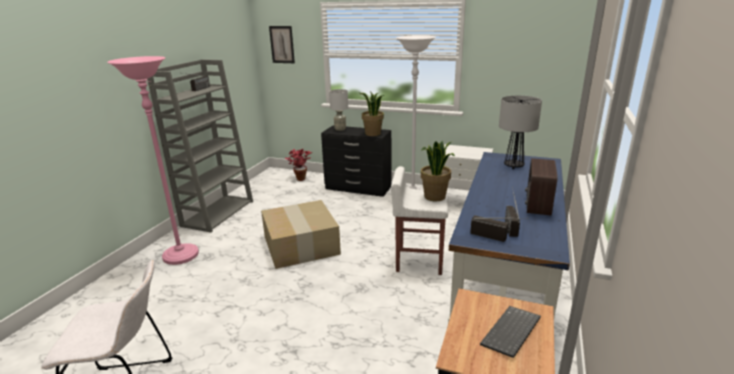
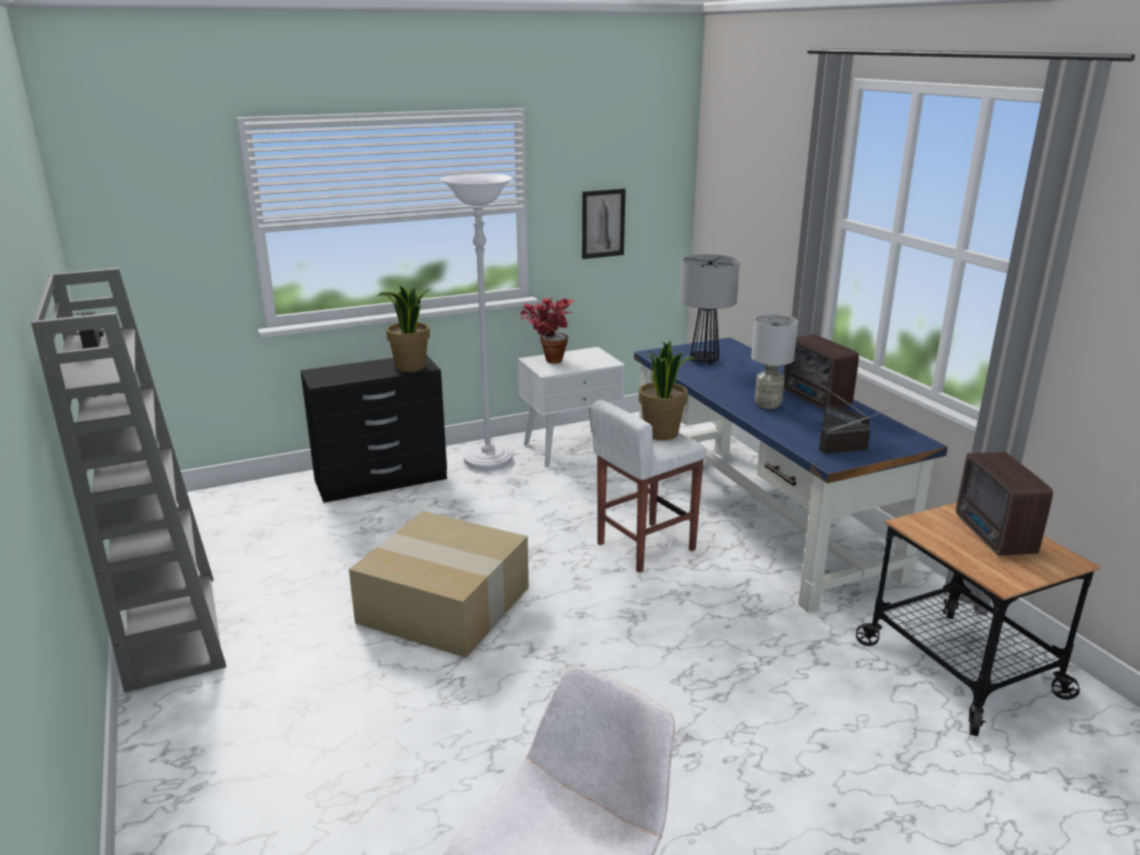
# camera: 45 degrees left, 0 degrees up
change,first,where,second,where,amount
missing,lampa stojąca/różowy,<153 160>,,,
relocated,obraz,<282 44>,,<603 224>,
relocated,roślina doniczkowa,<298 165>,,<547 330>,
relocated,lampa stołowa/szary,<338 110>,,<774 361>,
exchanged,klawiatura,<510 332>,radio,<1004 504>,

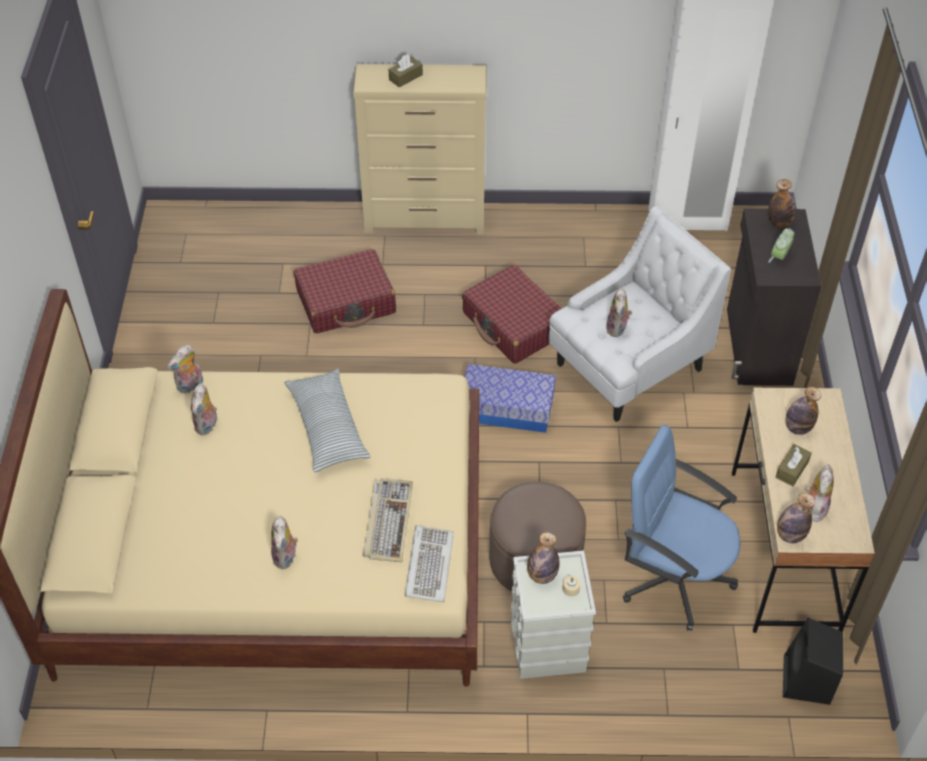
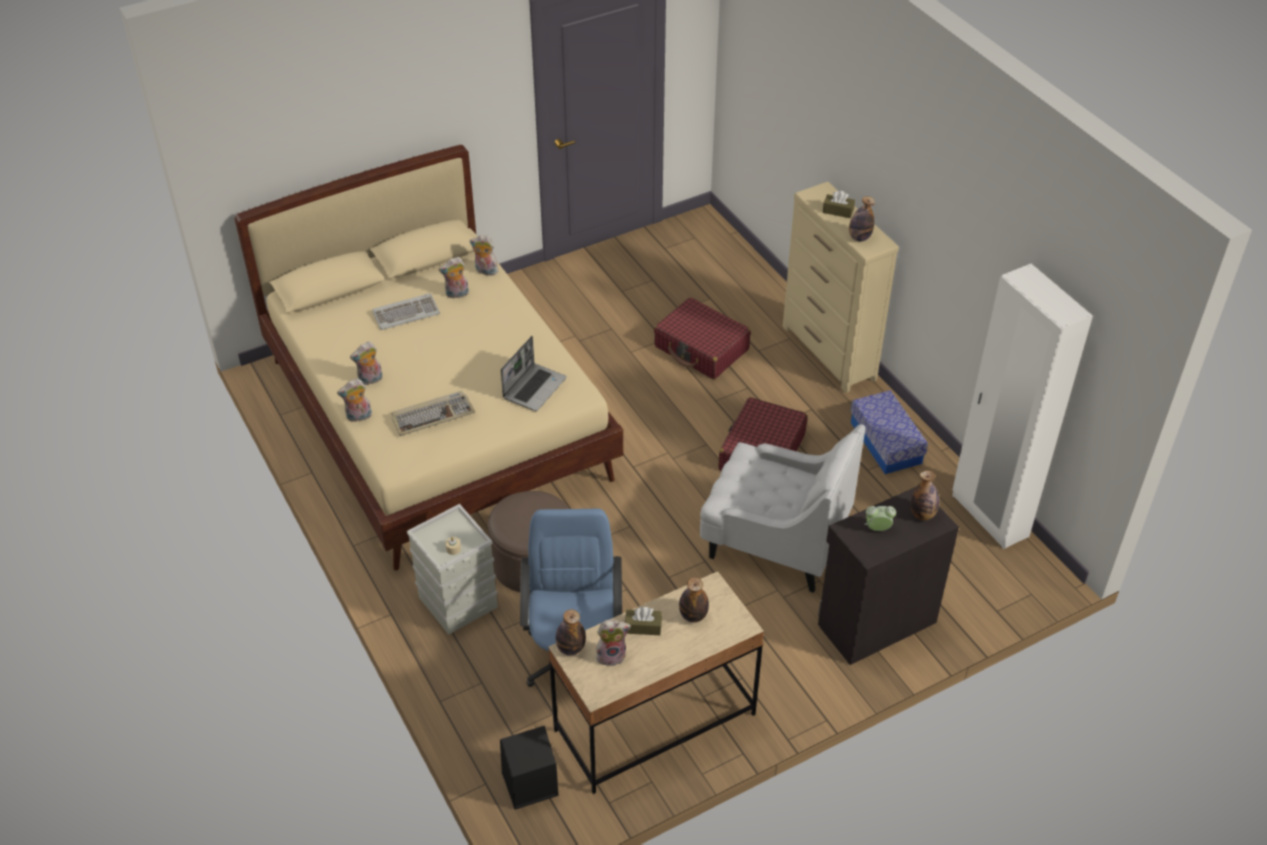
# camera: 60 degrees right, 5 degrees down
change,first,where,second,where,amount
missing,poduszka,<327 420>,,,
appeared,,,laptop,<534 373>,
relocated,klawiatura,<429 563>,,<406 311>,
relocated,pojemnik do przechowywania,<510 398>,,<889 432>,
relocated,butelka,<543 558>,,<862 218>,
relocated,pluszak,<619 312>,,<354 400>,

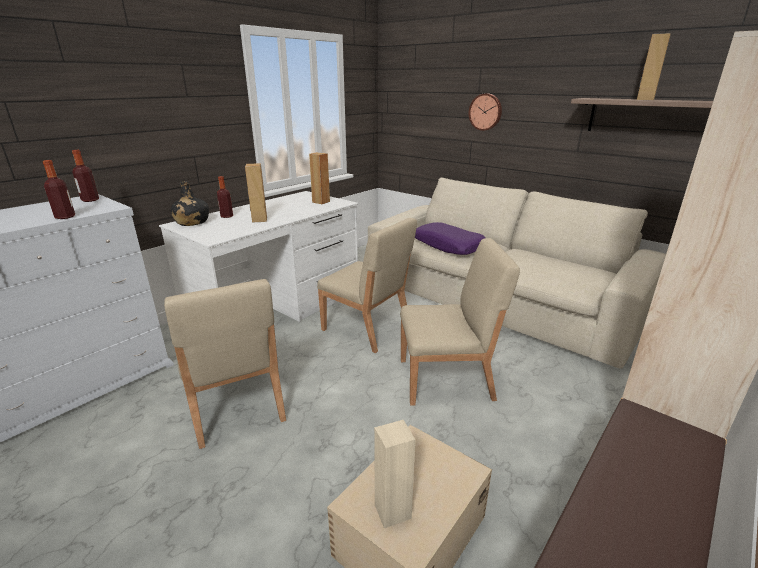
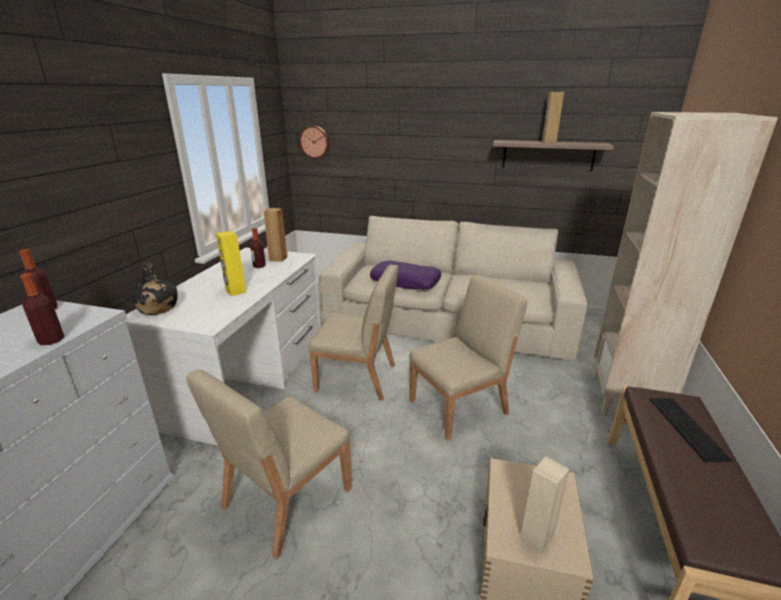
# camera: 25 degrees left, 0 degrees up
change,first,where,second,where,amount
appeared,,,klawiatura,<691 430>,
relocated,butelka,<225 197>,,<258 248>,
relocated,zegar ścienny,<485 112>,,<314 142>,
colour,głośnik/brązowy,<256 193>,głośnik/żółty,<231 263>,
spun,krzesło/beżowy,<225 364>,,<268 464>,90 degrees clockwise

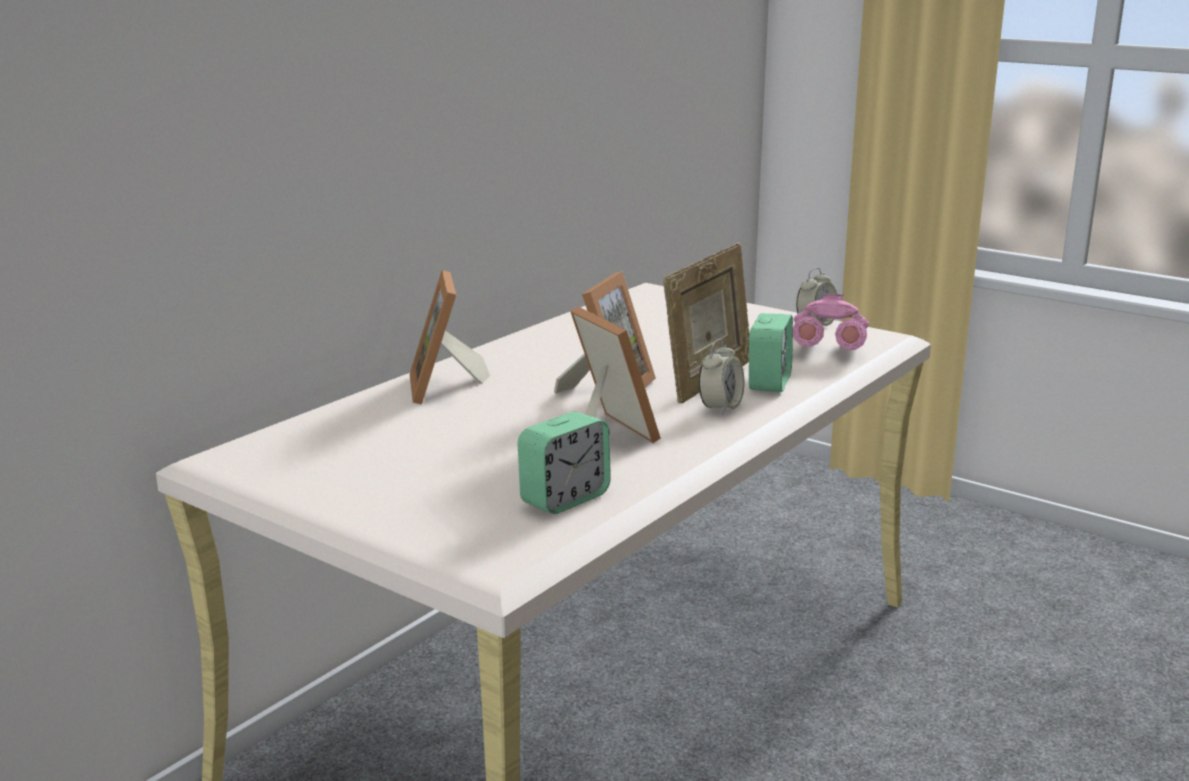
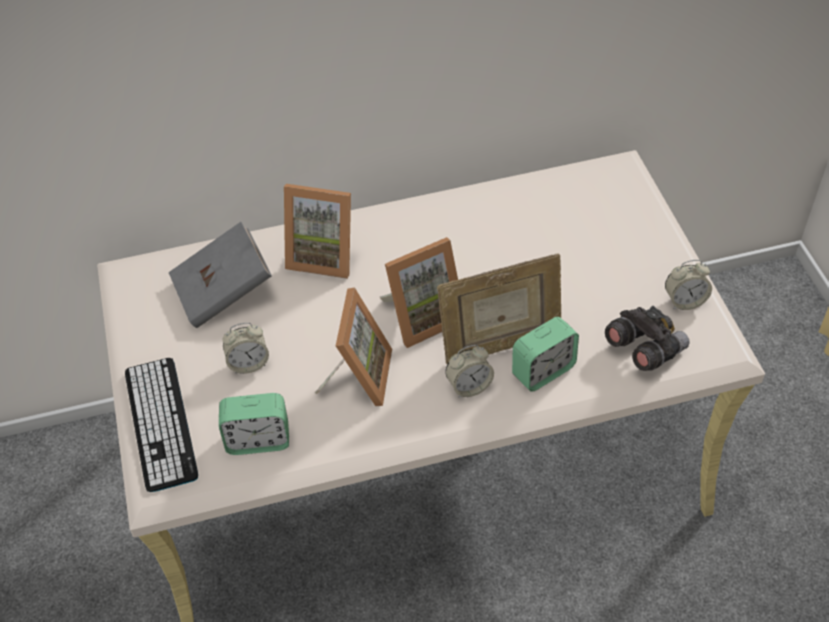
# camera: 40 degrees right, 30 degrees up
change,first,where,second,where,amount
appeared,,,klawiatura,<161 425>,
appeared,,,książka/szary,<220 275>,
appeared,,,budzik,<246 348>,
colour,lornetka/różowy,<831 321>,lornetka/szary,<647 338>,
spun,ramka na zdjęcie,<449 337>,,<317 231>,105 degrees counterclockwise

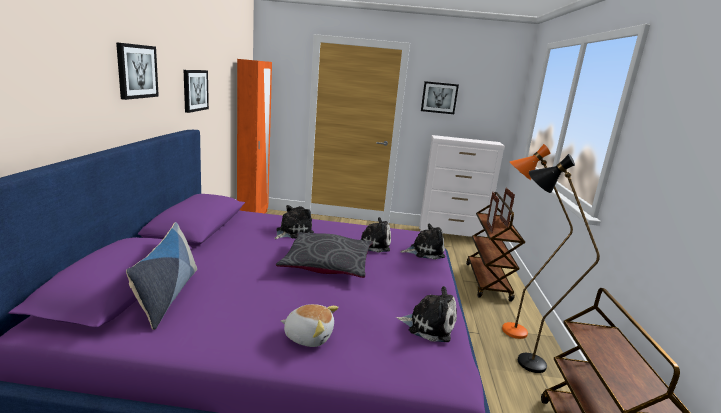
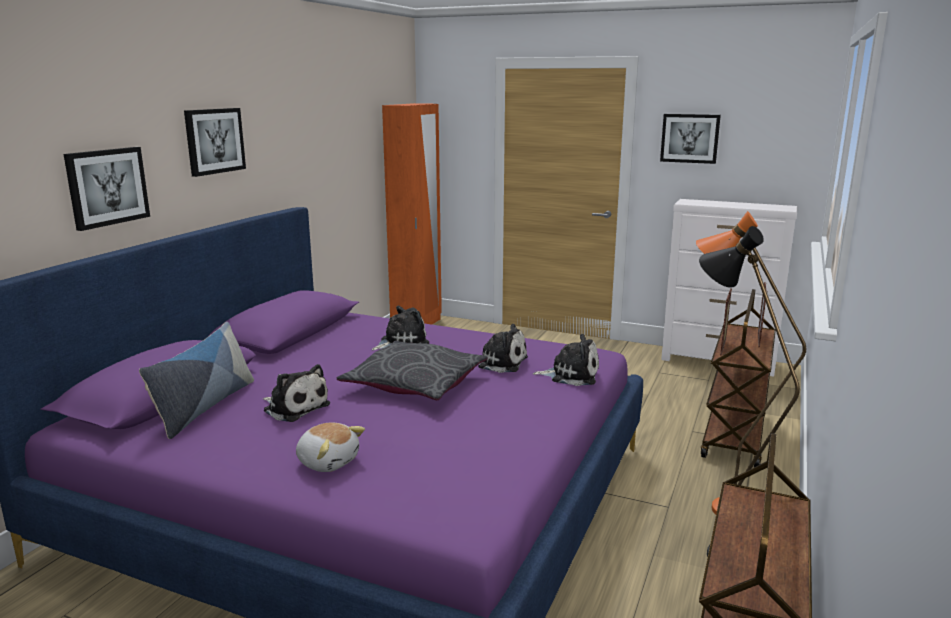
# camera: 20 degrees right, 0 degrees up
change,first,where,second,where,amount
relocated,obraz,<196 91>,,<107 189>,
relocated,pluszak,<426 314>,,<296 393>,

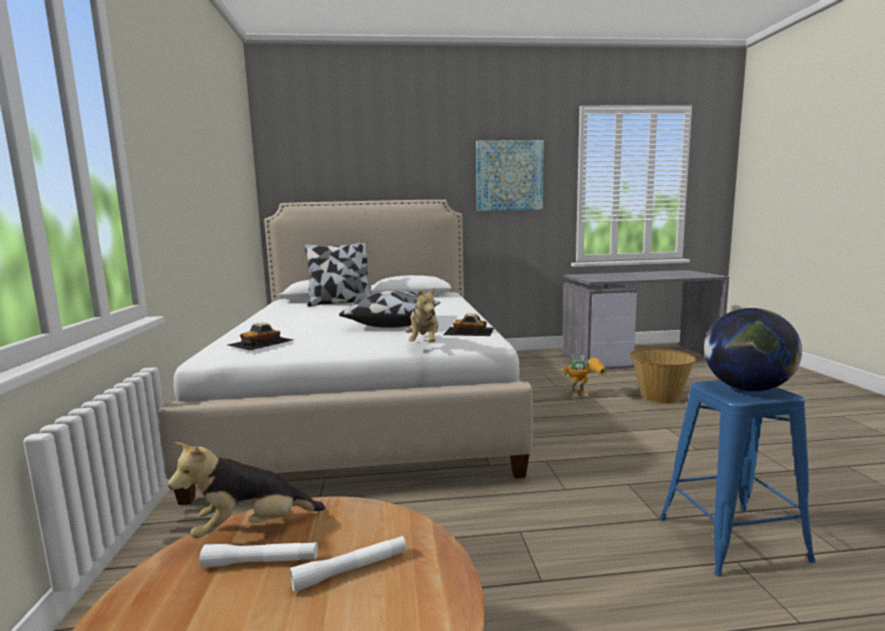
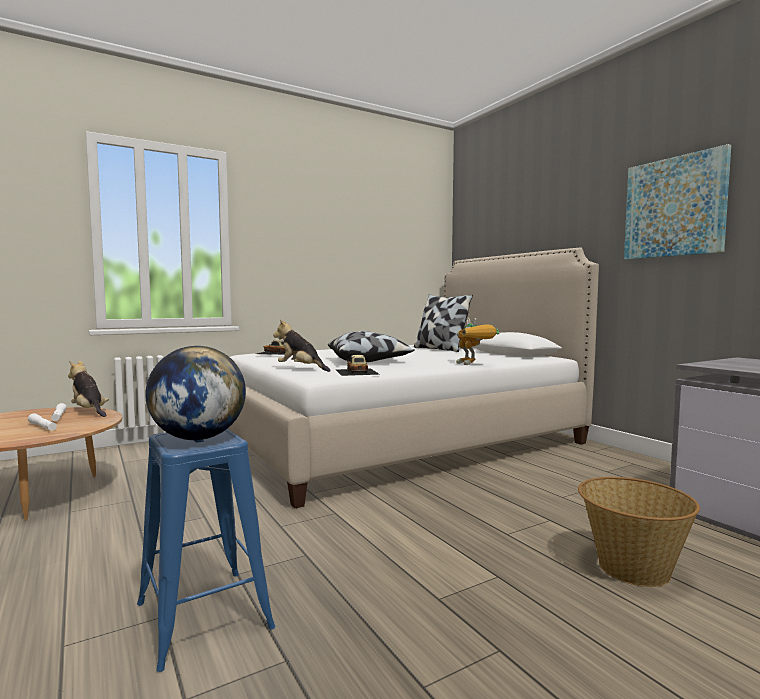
# camera: 65 degrees right, 5 degrees down
change,first,where,second,where,amount
relocated,robot zabawkowy,<584 376>,,<478 341>,
spun,pluszak,<422 314>,,<302 345>,60 degrees clockwise

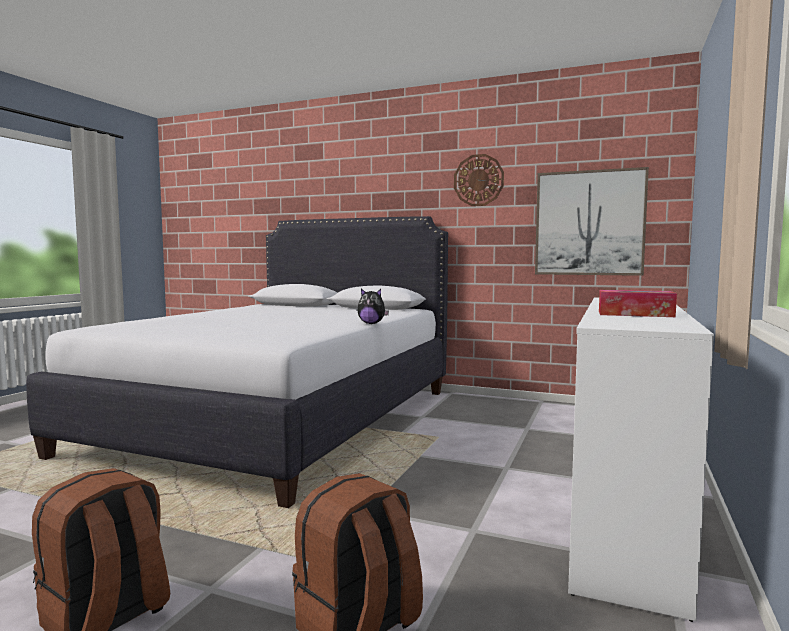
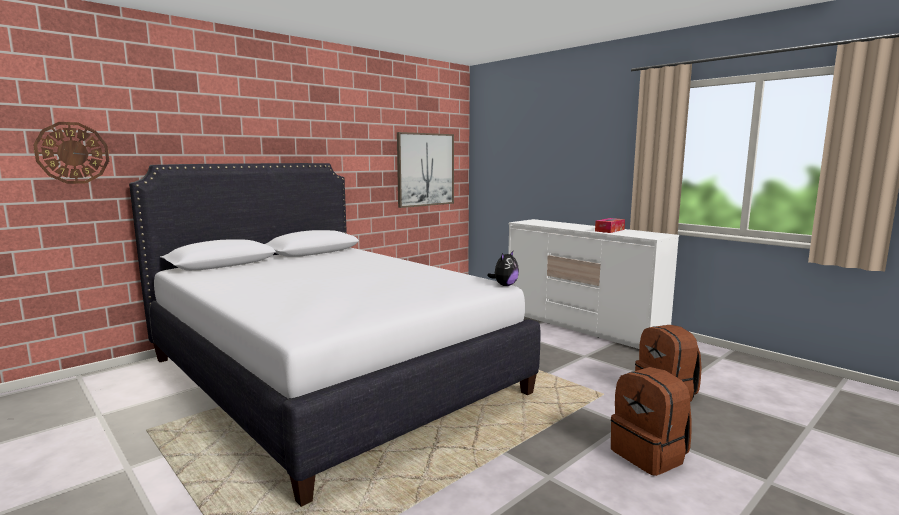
# camera: 65 degrees left, 5 degrees up
change,first,where,second,where,amount
relocated,pluszak,<373 306>,,<503 268>,
relocated,zegar ścienny,<479 180>,,<71 153>,

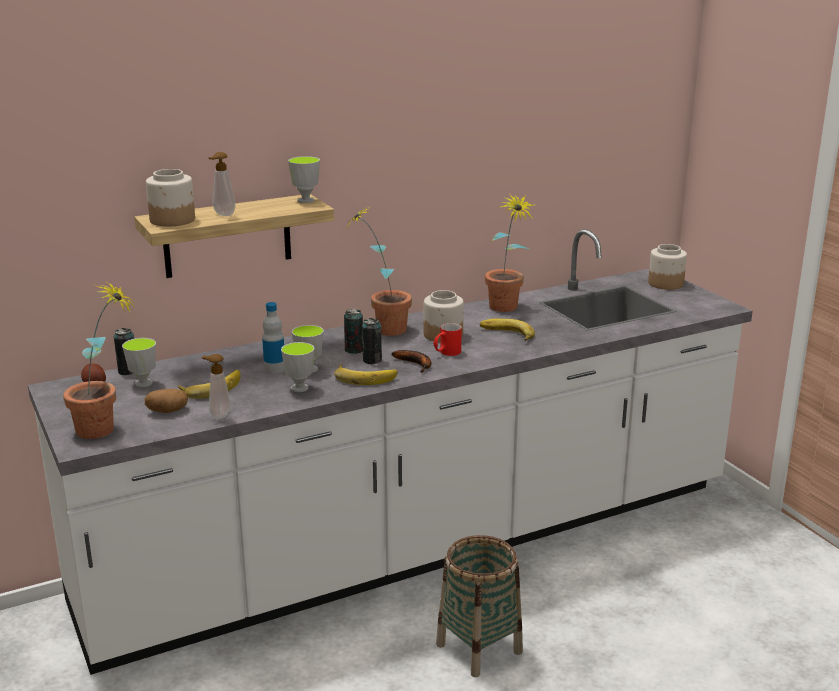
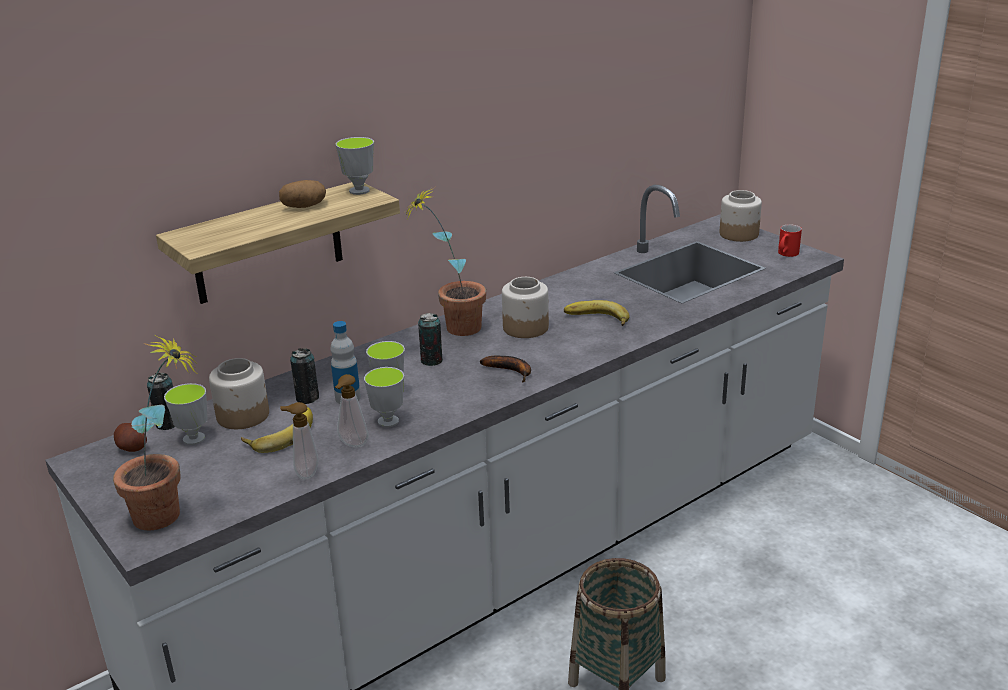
# camera: 10 degrees left, 5 degrees up
change,first,where,second,where,amount
missing,banan,<366 374>,,,
missing,roślina doniczkowa,<511 252>,,,
relocated,ziemniak,<166 401>,,<302 194>,
relocated,słoik,<170 197>,,<239 393>,
relocated,dozownik mydła,<222 184>,,<352 411>,
relocated,puszka,<372 341>,,<304 376>,
relocated,kubek/czerwony,<447 339>,,<790 240>,

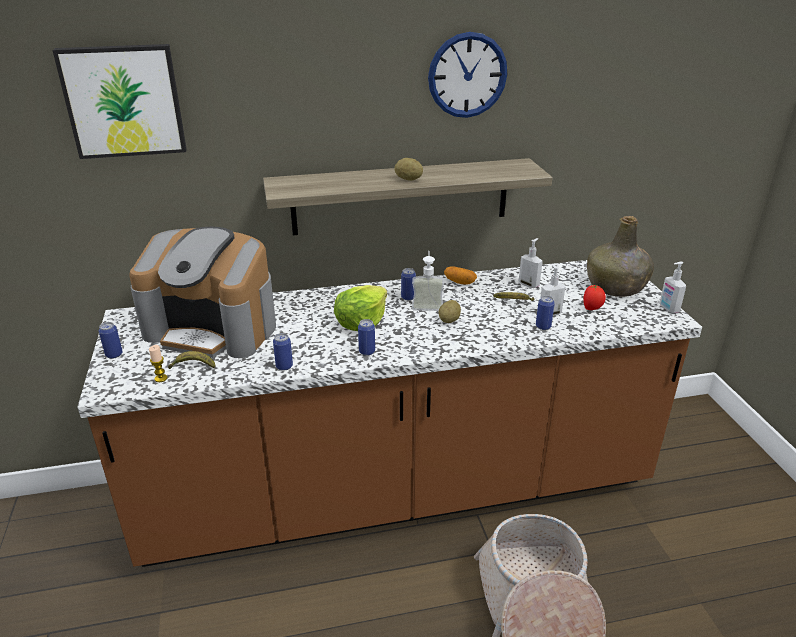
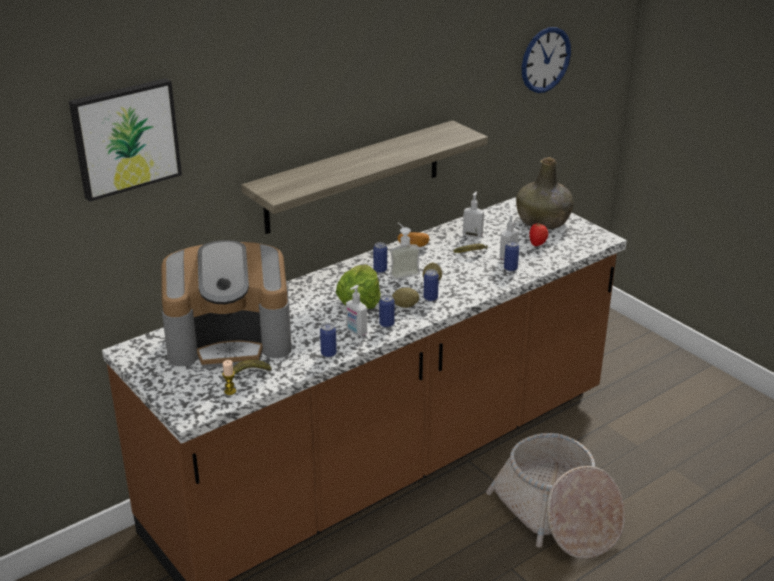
# camera: 25 degrees left, 0 degrees up
change,first,where,second,where,amount
relocated,puszka,<111 340>,,<431 285>,
relocated,ziemniak,<408 169>,,<405 297>,
relocated,zegar ścienny,<467 75>,,<546 60>,
relocated,dozownik mydła,<672 287>,,<356 310>,

